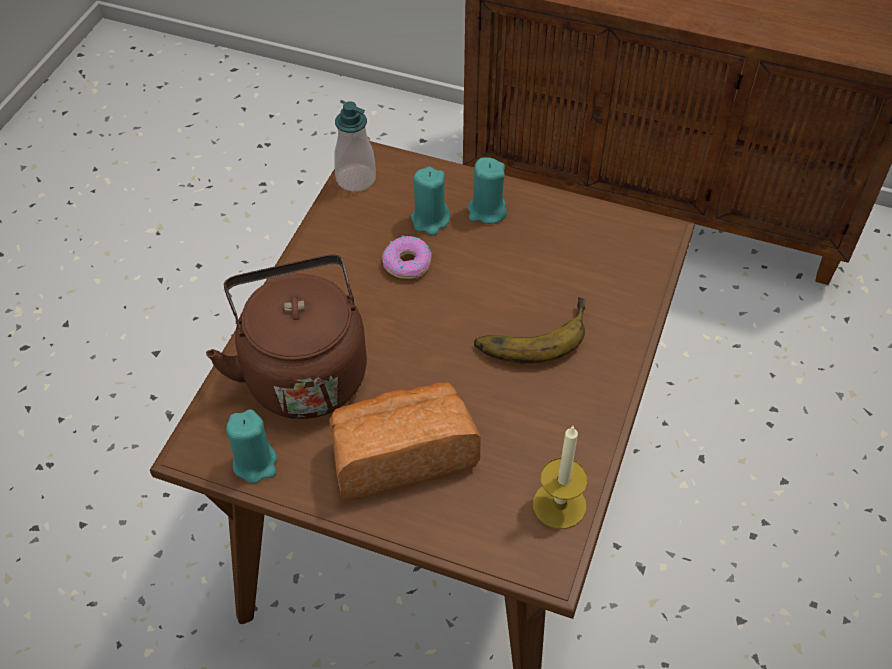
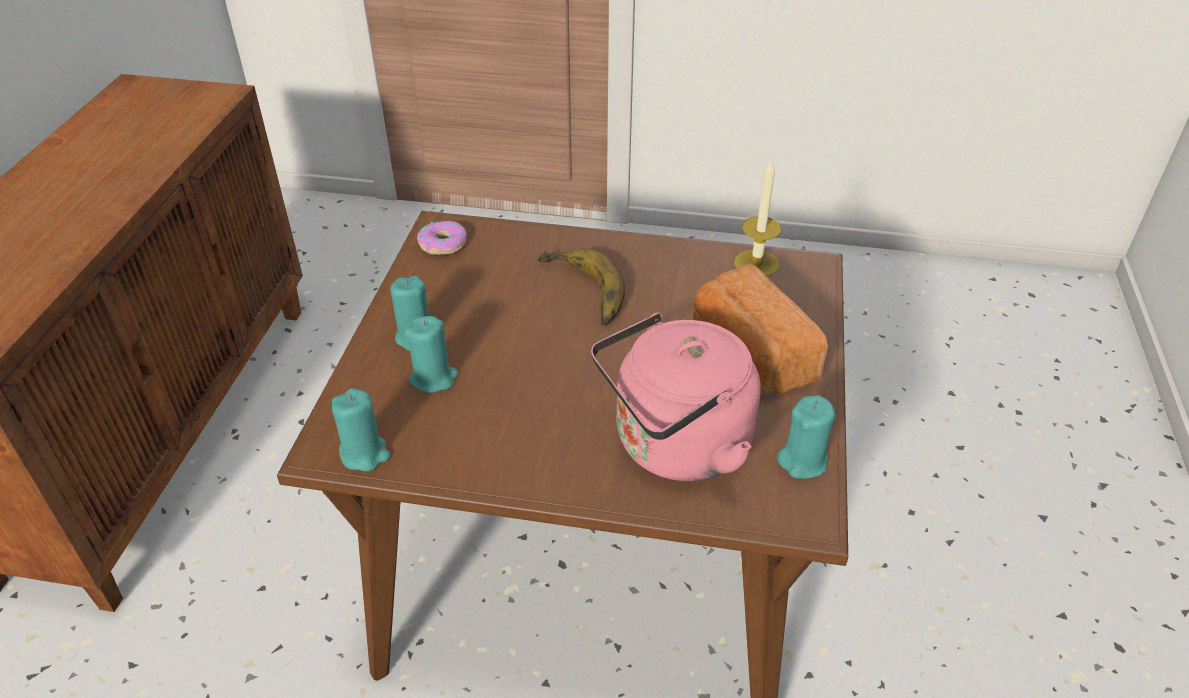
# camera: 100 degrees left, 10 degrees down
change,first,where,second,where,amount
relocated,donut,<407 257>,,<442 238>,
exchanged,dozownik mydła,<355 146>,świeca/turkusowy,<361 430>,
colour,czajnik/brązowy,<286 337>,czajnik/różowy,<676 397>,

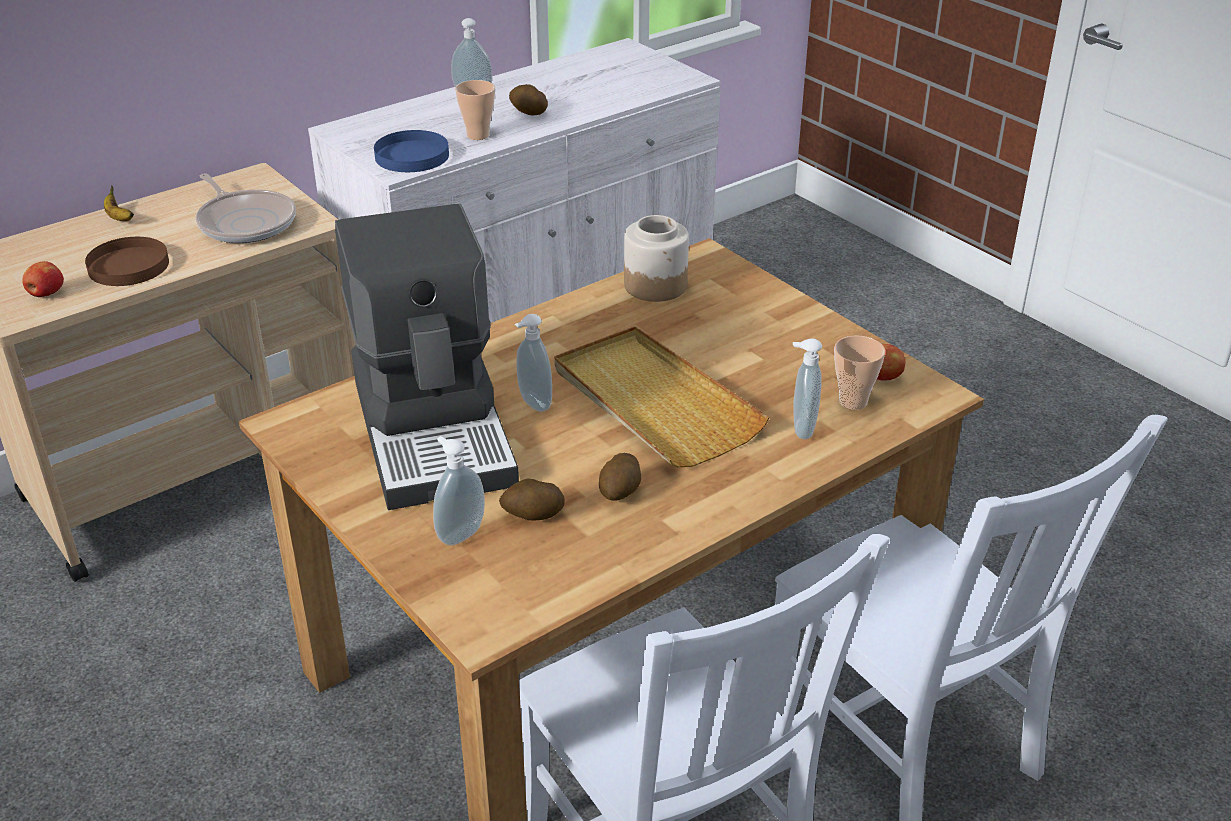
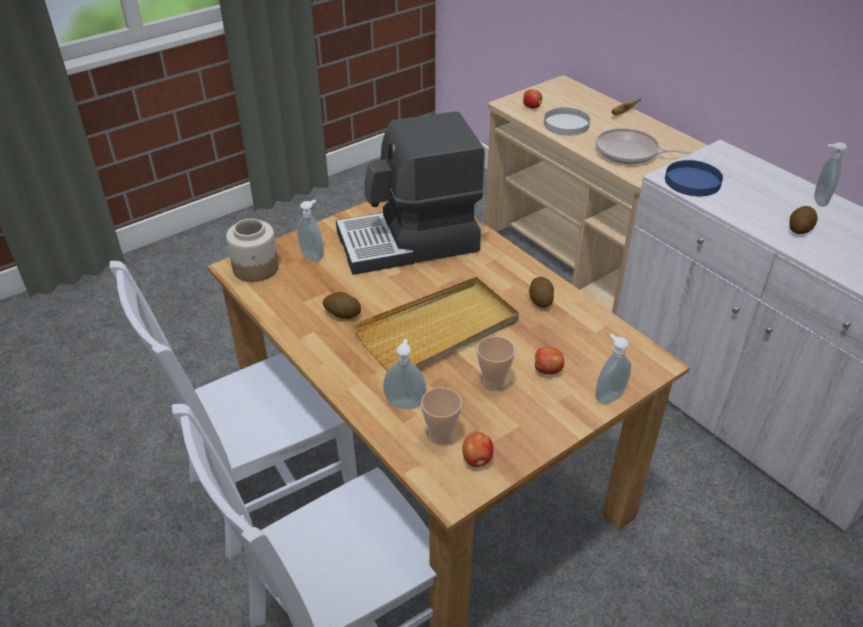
# camera: 90 degrees right, 5 degrees up
change,first,where,second,where,amount
appeared,,,jabłko,<549 361>,
relocated,filiżanka,<475 110>,,<496 363>,
relocated,ziemniak,<532 499>,,<541 292>,
relocated,dozownik mydła,<533 363>,,<613 369>,
relocated,słoik,<656 258>,,<252 250>,
colour,talerz/brązowy,<127 261>,talerz/biały,<567 122>,
spun,patelnia,<245 208>,,<644 146>,60 degrees clockwise

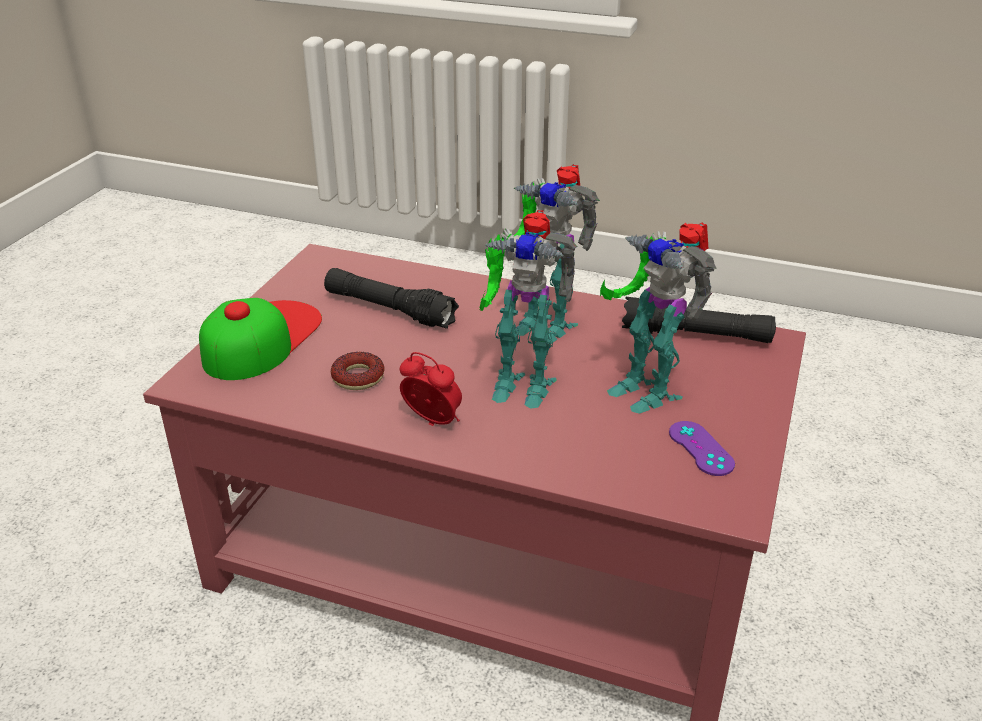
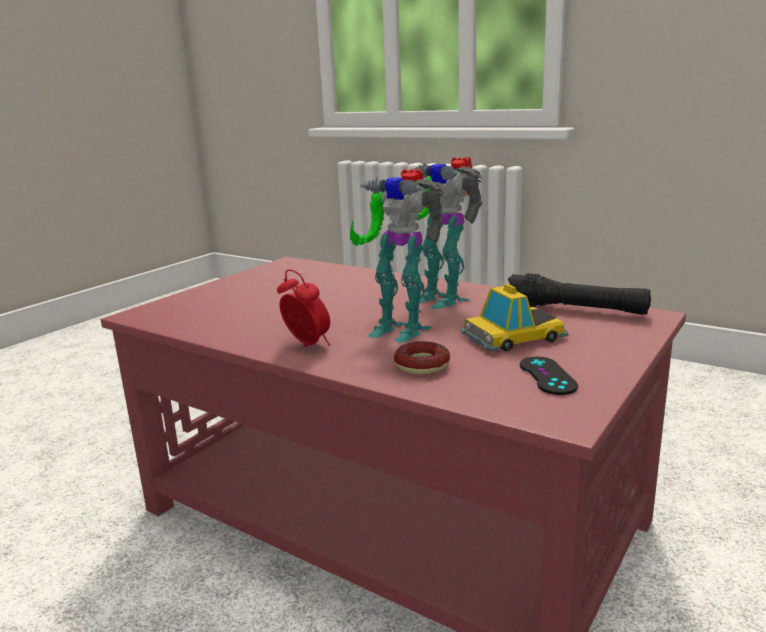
# camera: 15 degrees right, 15 degrees down
change,first,where,second,where,amount
missing,czapka z daszkiem,<260 339>,,,
missing,latarka/czarny,<391 298>,,,
relocated,donut,<357 371>,,<422 358>,
exchanged,robot zabawkowy,<658 318>,samochodzik,<514 318>,
colour,pad do gier/fioletowy,<702 448>,pad do gier/czarny,<549 376>,

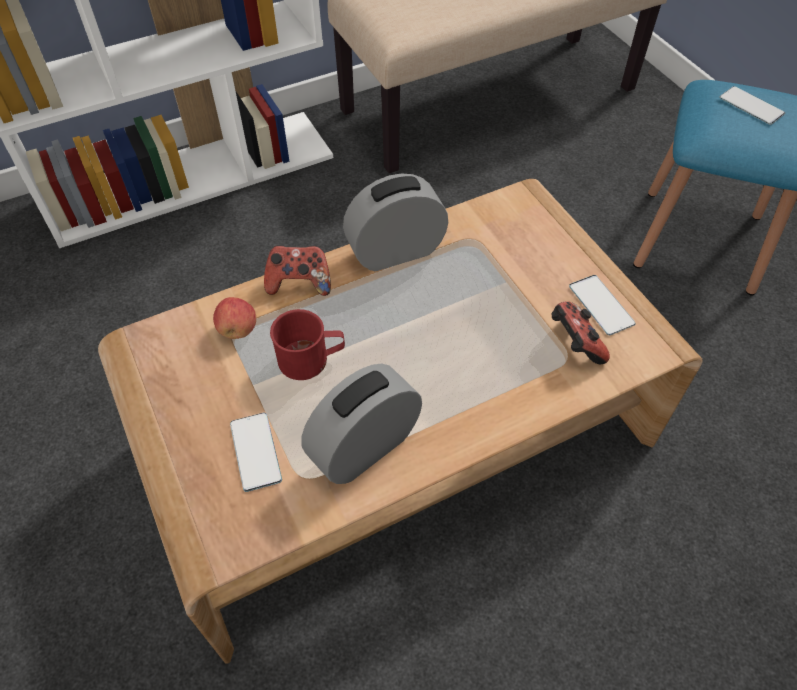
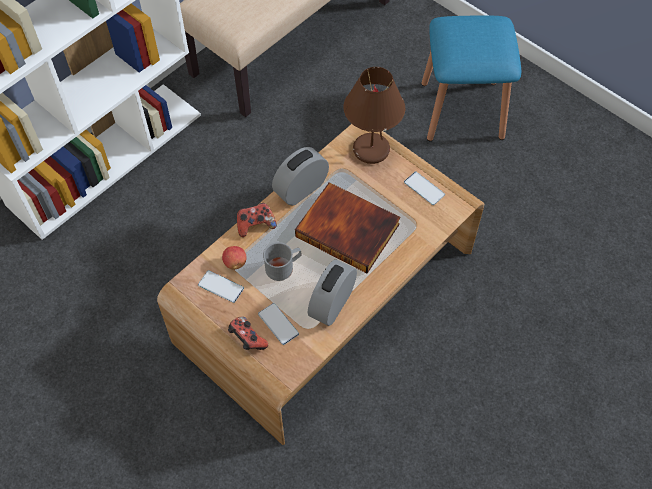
# camera: 20 degrees left, 5 degrees up
change,first,where,second,where,amount
appeared,,,książka,<348 228>,
appeared,,,lampa stołowa/brązowy,<374 115>,
relocated,pad do gier,<580 332>,,<248 333>,
relocated,telefon,<752 105>,,<221 286>,
colour,kubek/czerwony,<307 344>,kubek/szary,<282 261>,

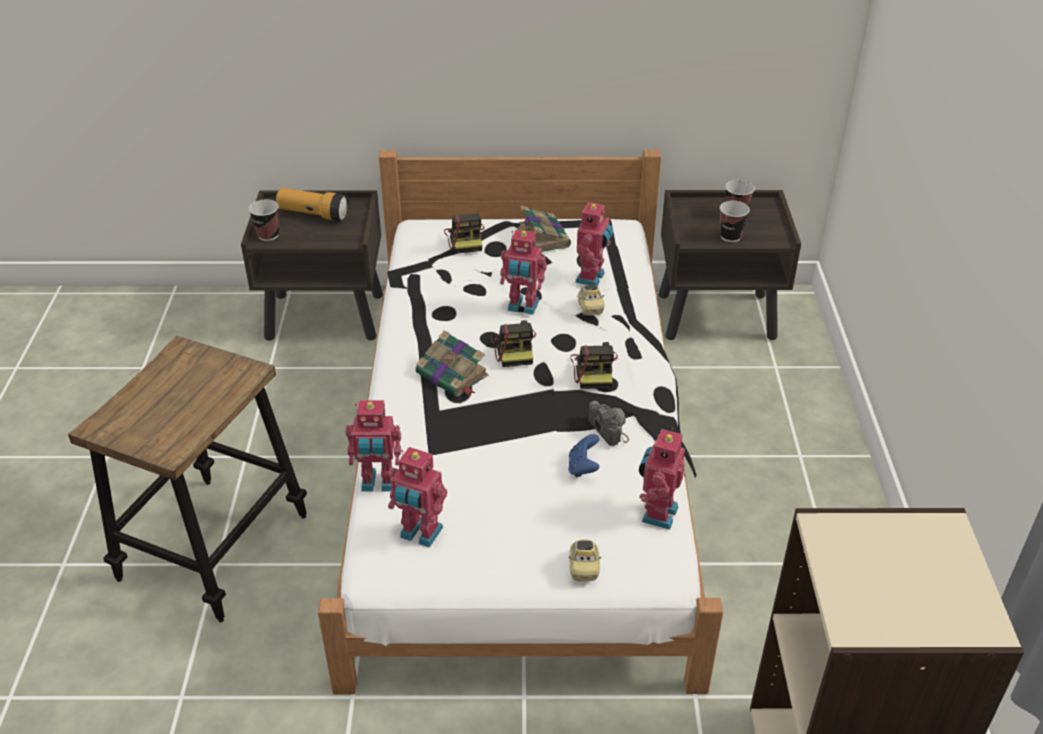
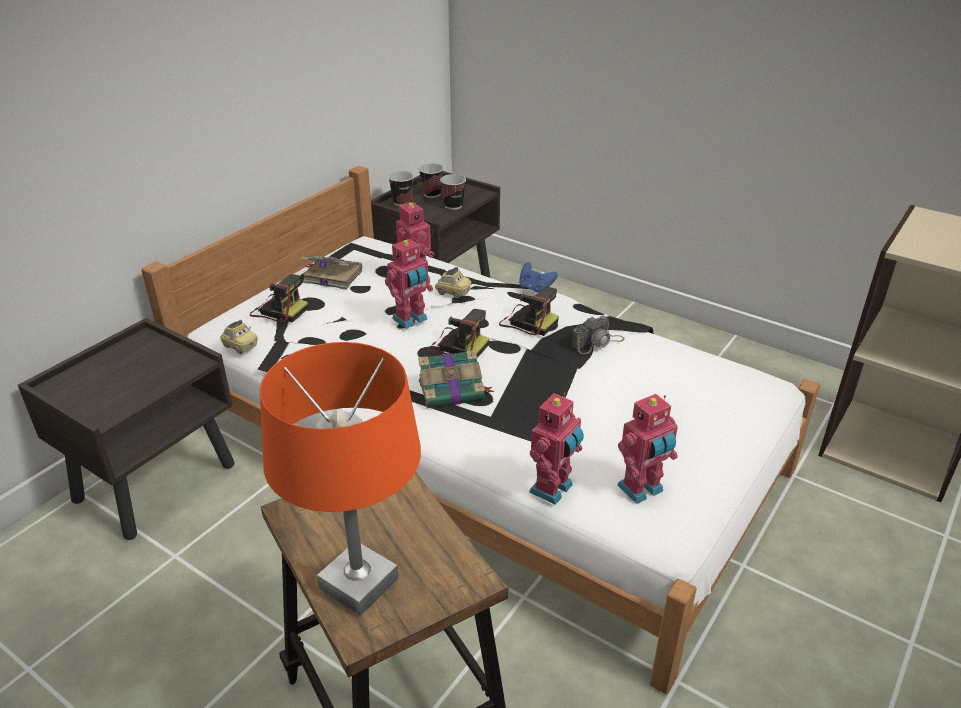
# camera: 55 degrees left, 5 degrees down
change,first,where,second,where,amount
missing,latarka,<312 205>,,,
missing,robot zabawkowy,<662 478>,,,
appeared,,,lampa stołowa/pomarańczowy,<340 479>,
relocated,filiżanka,<263 220>,,<401 188>,
relocated,pad do gier/niebieski,<584 456>,,<538 277>,
relocated,samochodzik,<585 560>,,<239 337>,
spun,aparat fotograficzny,<608 423>,,<598 335>,135 degrees clockwise

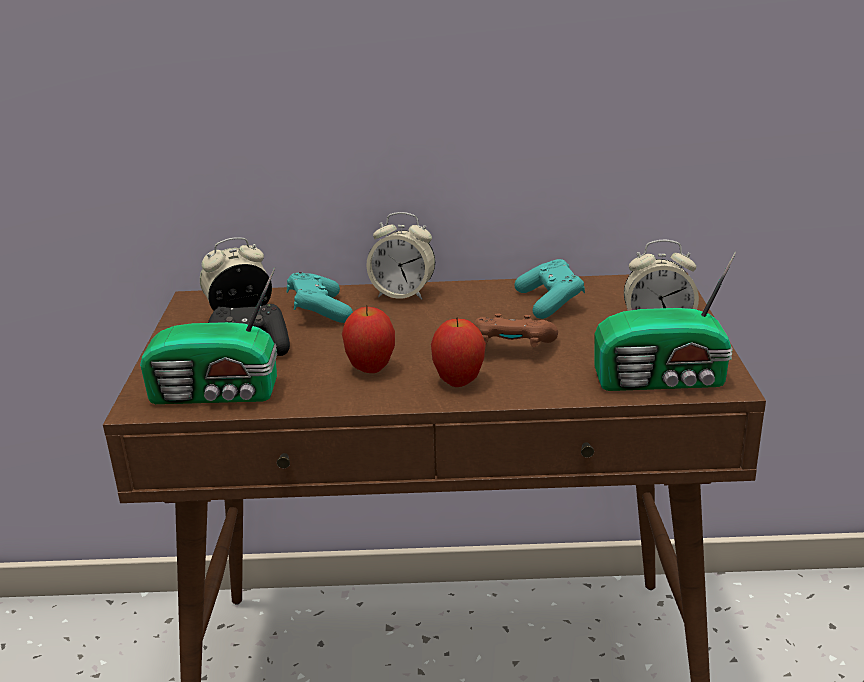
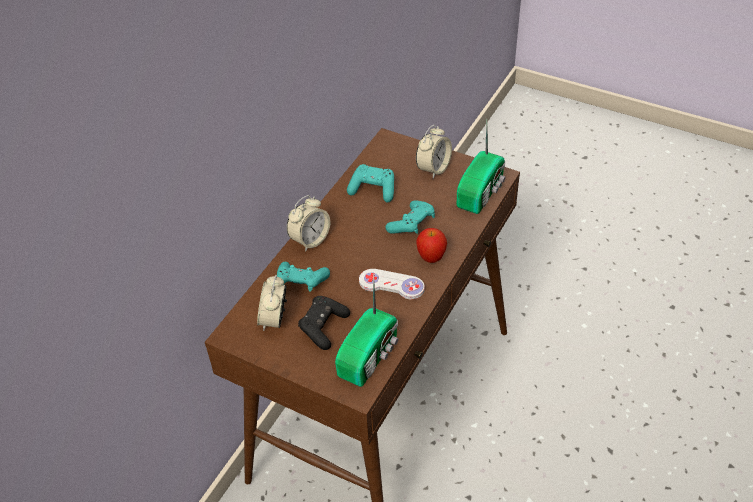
# camera: 60 degrees left, 20 degrees up
change,first,where,second,where,amount
exchanged,jabłko,<368 339>,pad do gier/biały,<392 284>,
colour,pad do gier/brązowy,<515 330>,pad do gier/turkusowy,<410 217>,

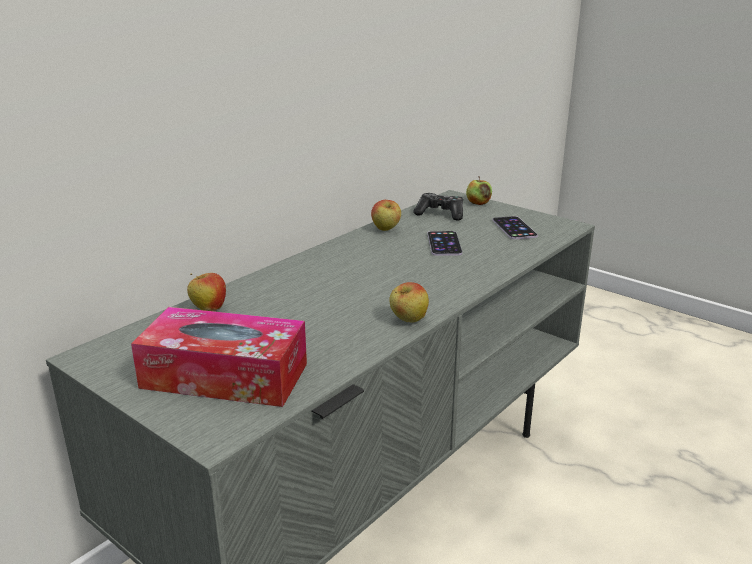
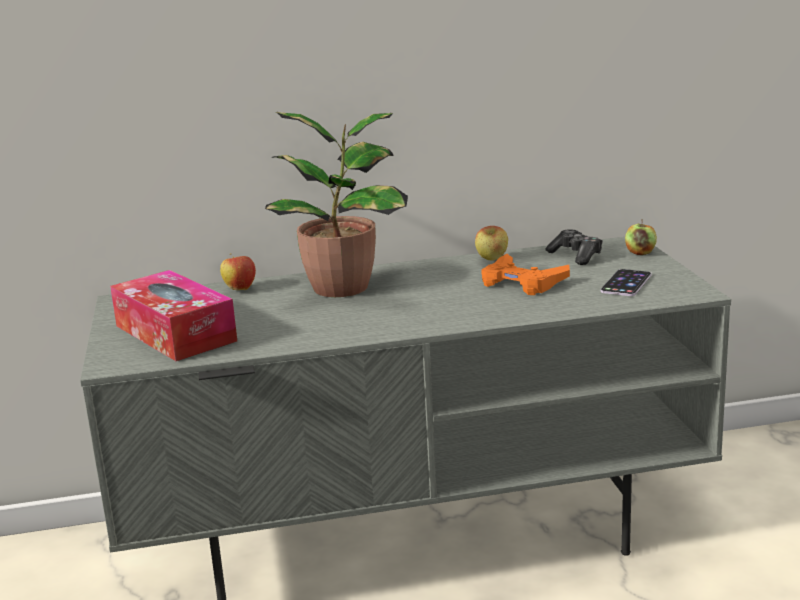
# camera: 40 degrees right, 5 degrees down
change,first,where,second,where,amount
missing,jabłko,<409 302>,,,
appeared,,,roślina doniczkowa,<336 204>,
exchanged,telefon,<444 243>,pad do gier/pomarańczowy,<526 274>,

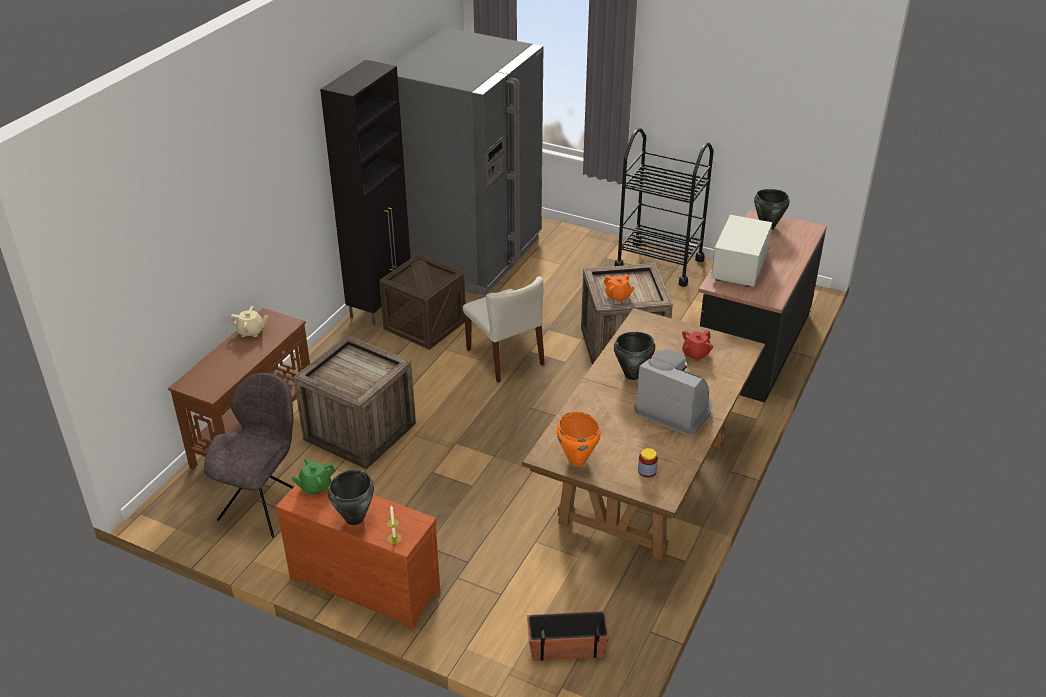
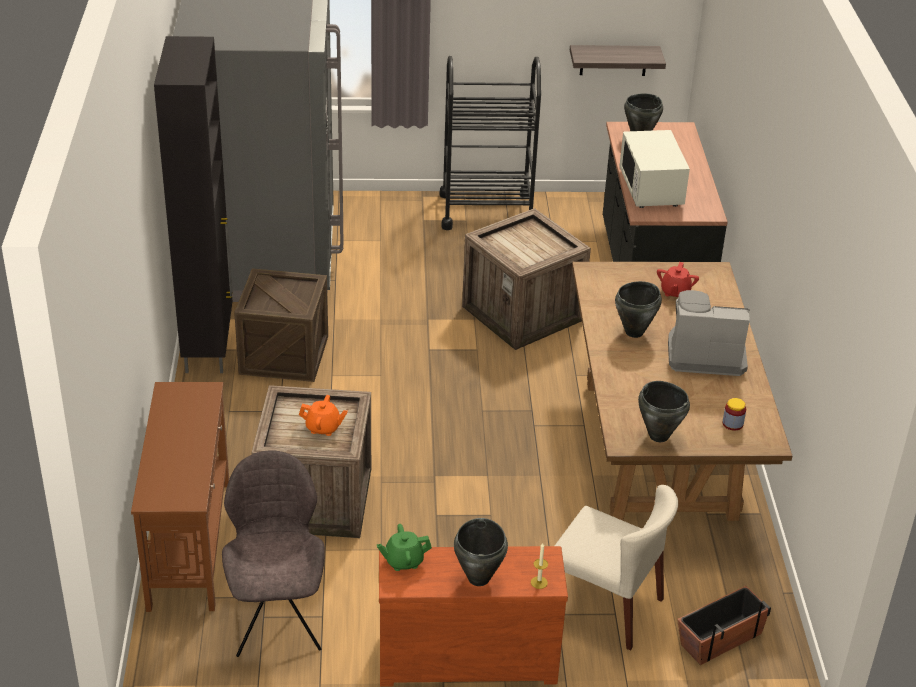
# camera: 30 degrees left, 0 degrees up
change,first,where,second,where,amount
missing,imbryk/beżowy,<249 321>,,,
appeared,,,półka,<618 60>,
relocated,krzesło/beżowy,<504 329>,,<616 568>,
relocated,imbryk/pomarańczowy,<619 288>,,<323 415>,
colour,garnek/pomarańczowy,<579 438>,garnek/czarny,<664 411>,
spun,imbryk/zielony,<313 476>,,<404 547>,45 degrees clockwise

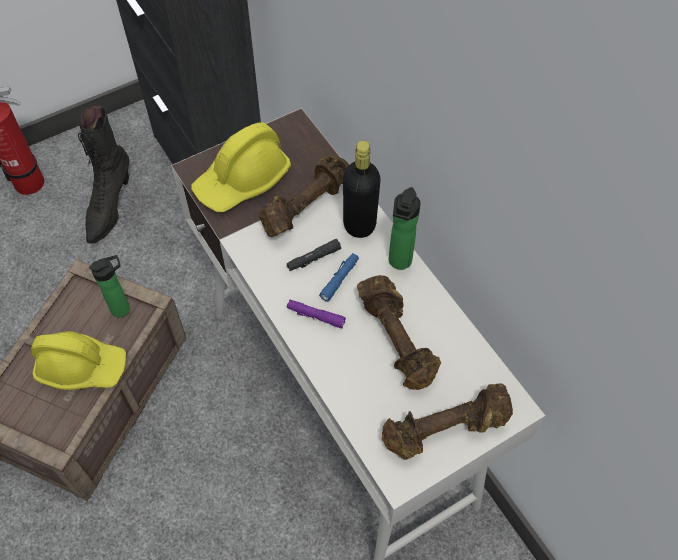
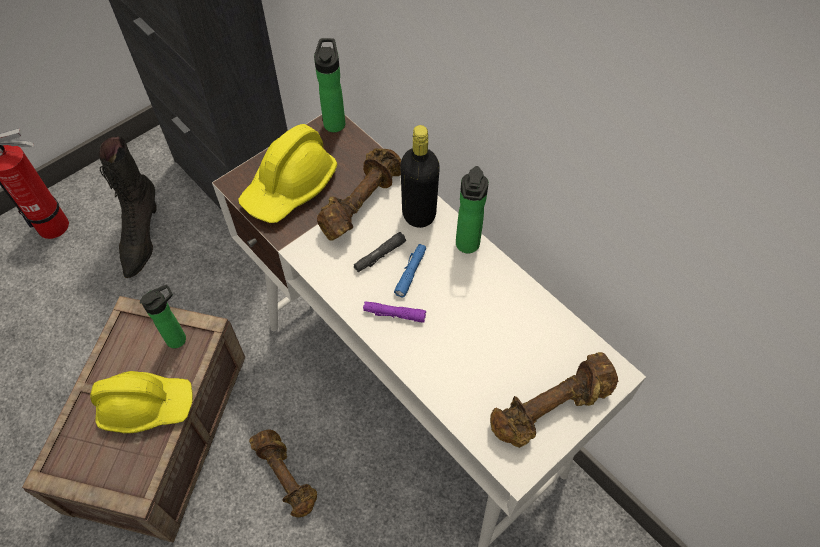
# camera: 10 degrees left, 0 degrees up
change,first,where,second,where,amount
appeared,,,butelka,<329 85>,
relocated,hantel/brązowy,<399 332>,,<283 473>,

